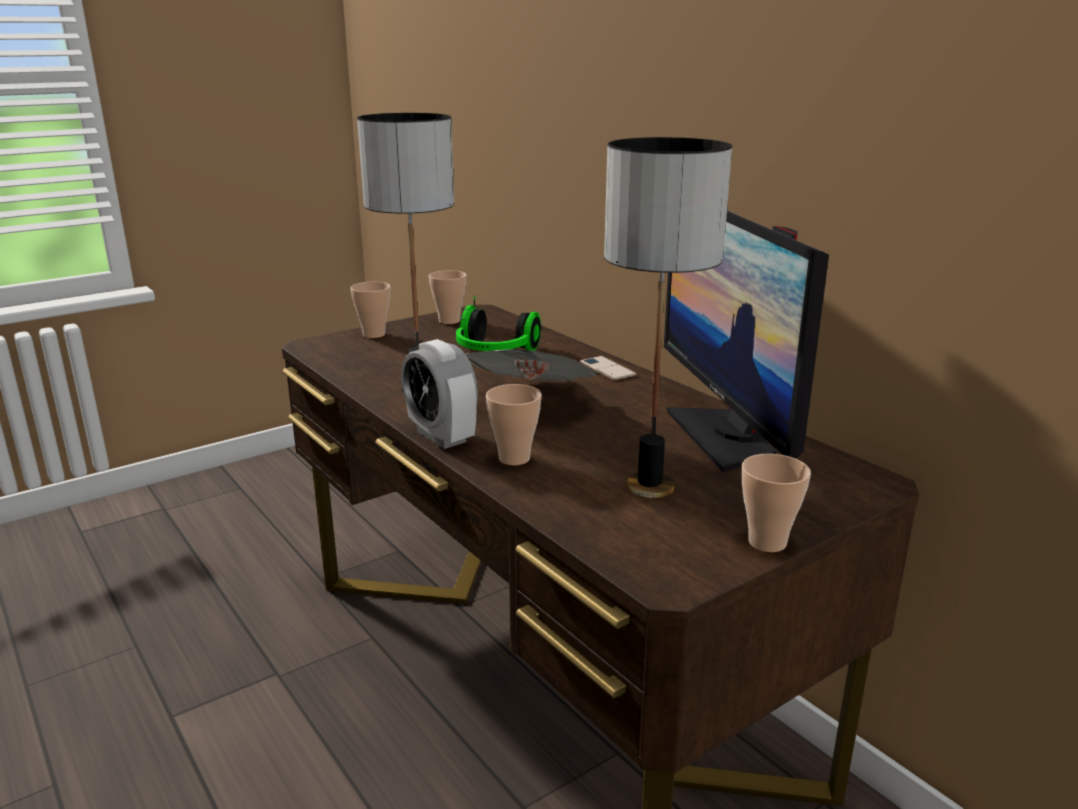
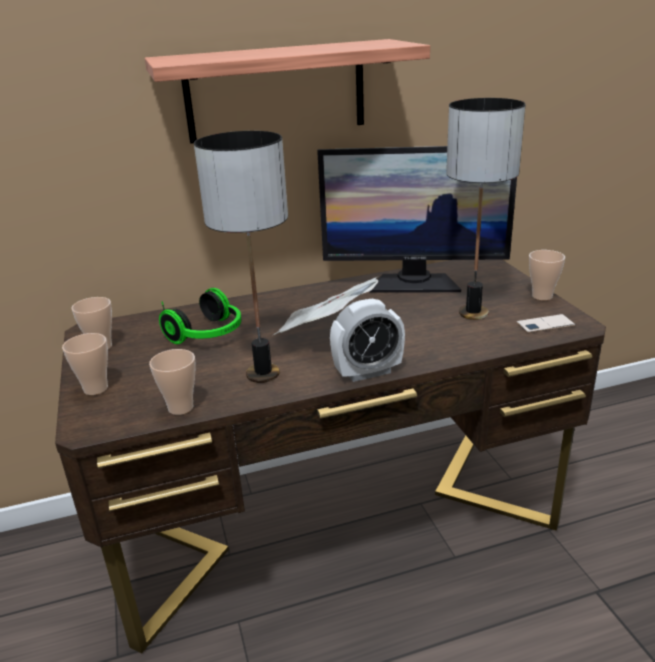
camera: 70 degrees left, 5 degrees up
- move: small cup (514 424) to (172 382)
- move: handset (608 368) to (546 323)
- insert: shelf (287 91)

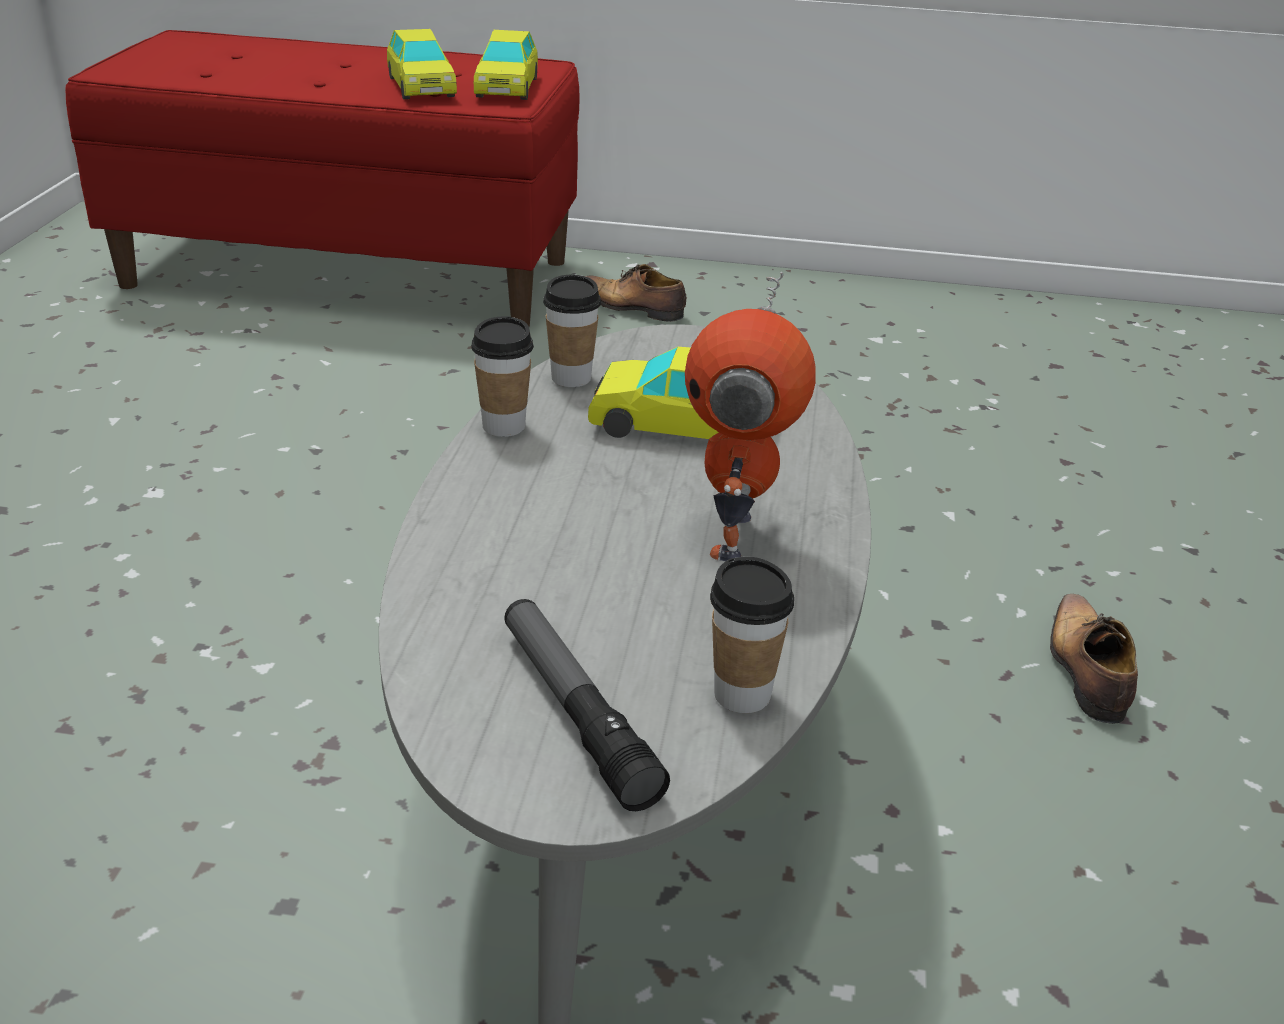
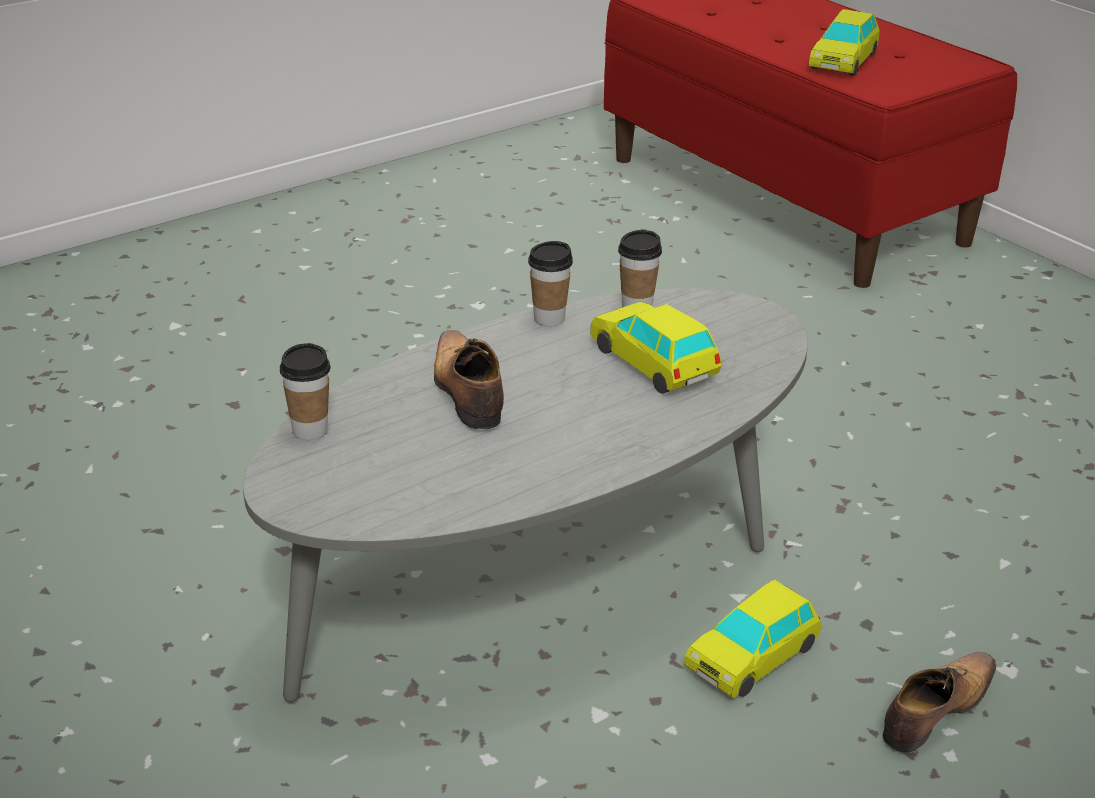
camera: 45 degrees right, 0 degrees up
- move: toy car (506 65) to (753 639)
- delete: hand torch (587 705)
- move: shoe (635 293) to (469 379)
- delete: toy robot (750 416)
- move: small cup (752 635) to (305 391)

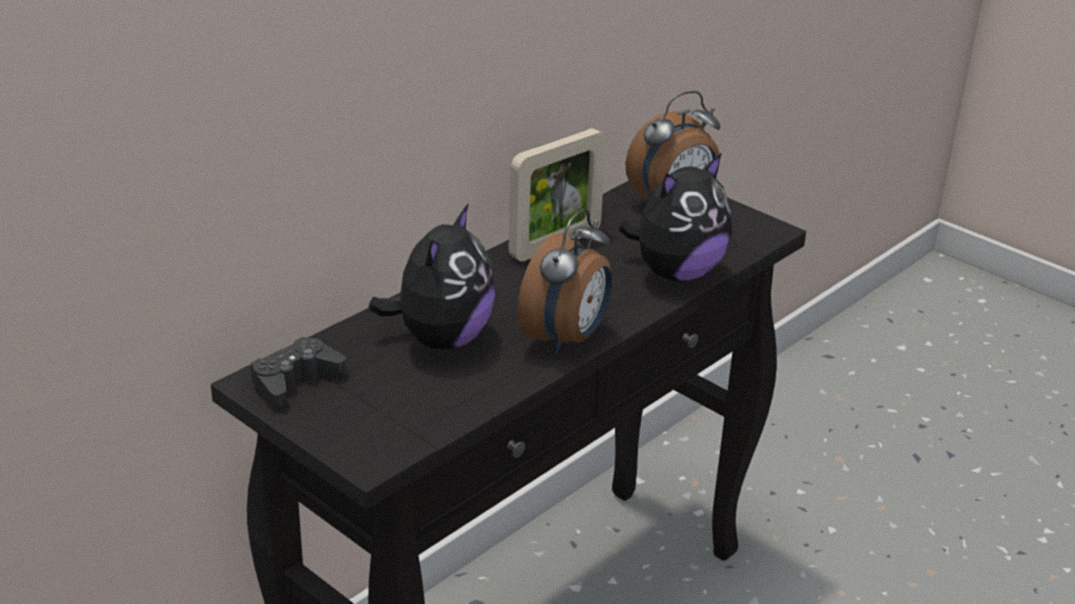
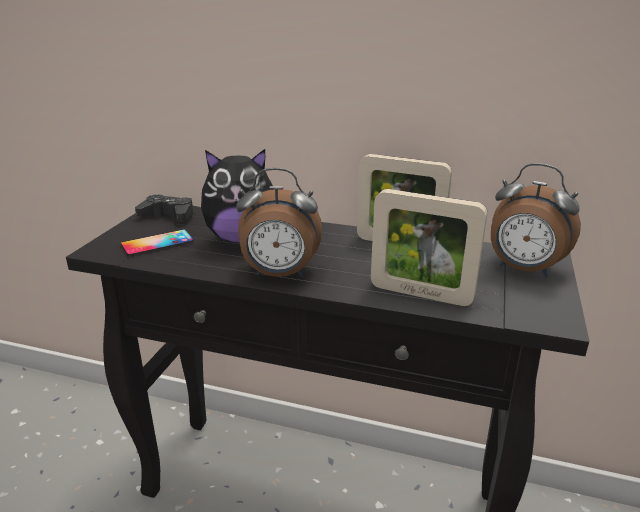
camera: 65 degrees right, 5 degrees down
- replace: plush toy (675 217) to photo frame (429 247)
- insert: handset (157 242)

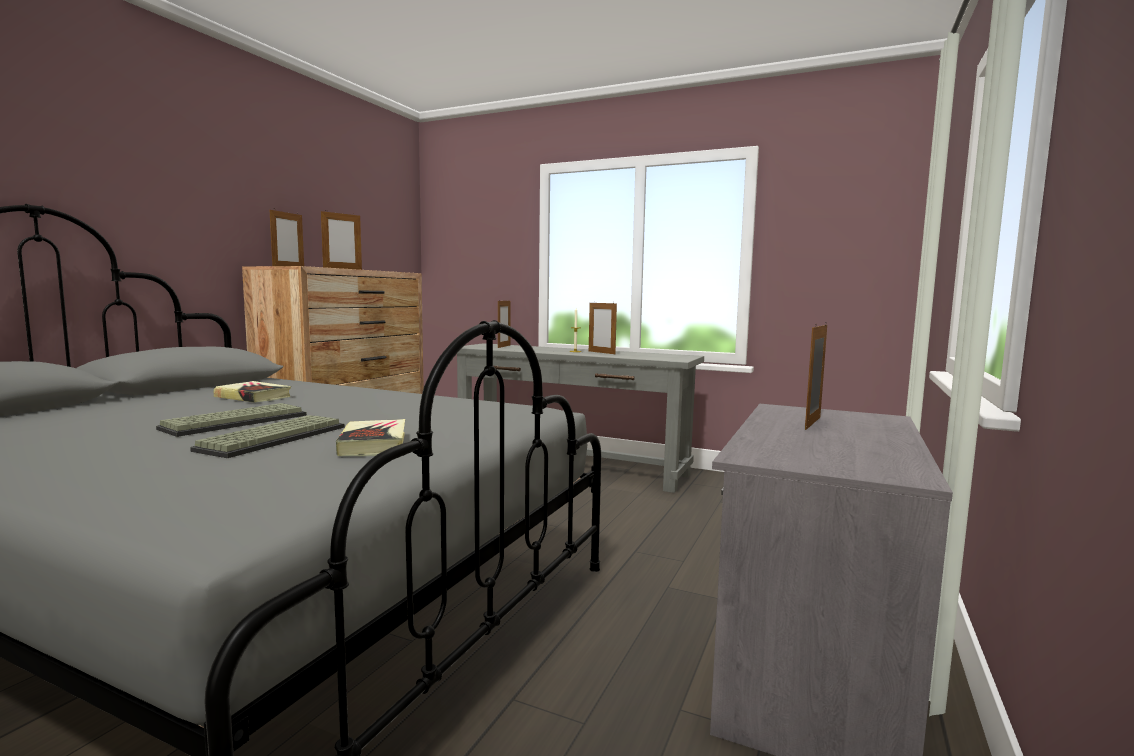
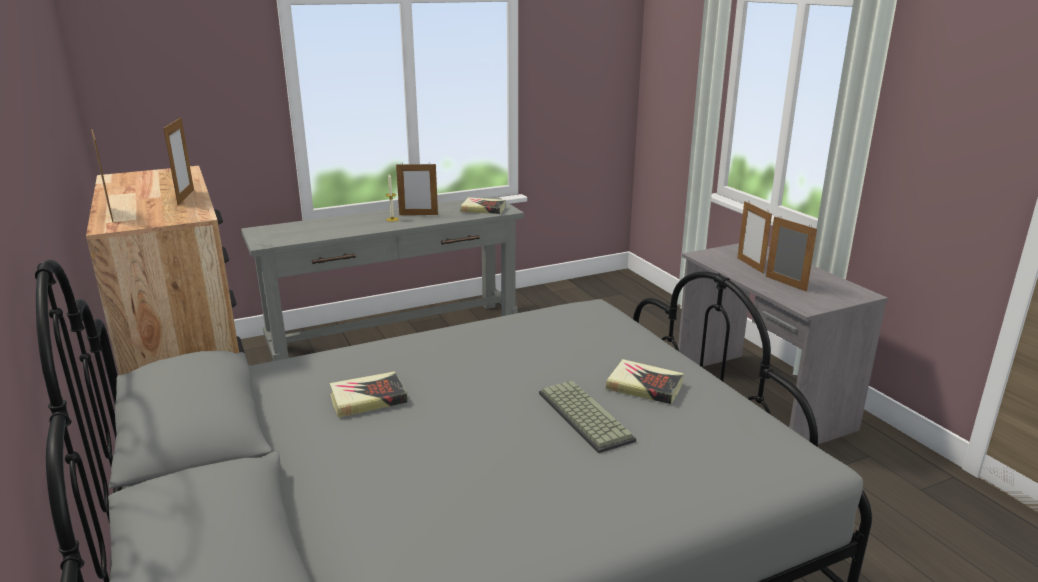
camera: 50 degrees left, 15 degrees up
- delete: keyboard (231 420)
- move: photo frame (504 324) to (791 254)
- insert: volume (483 205)

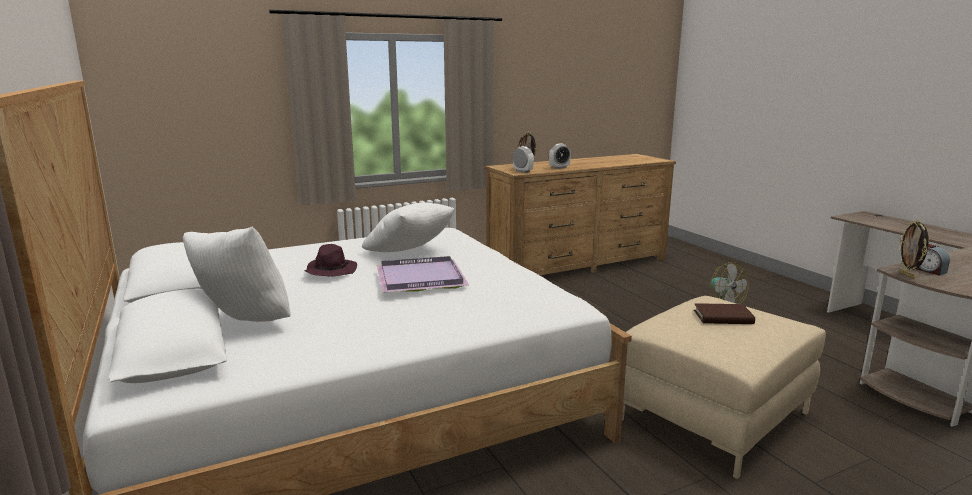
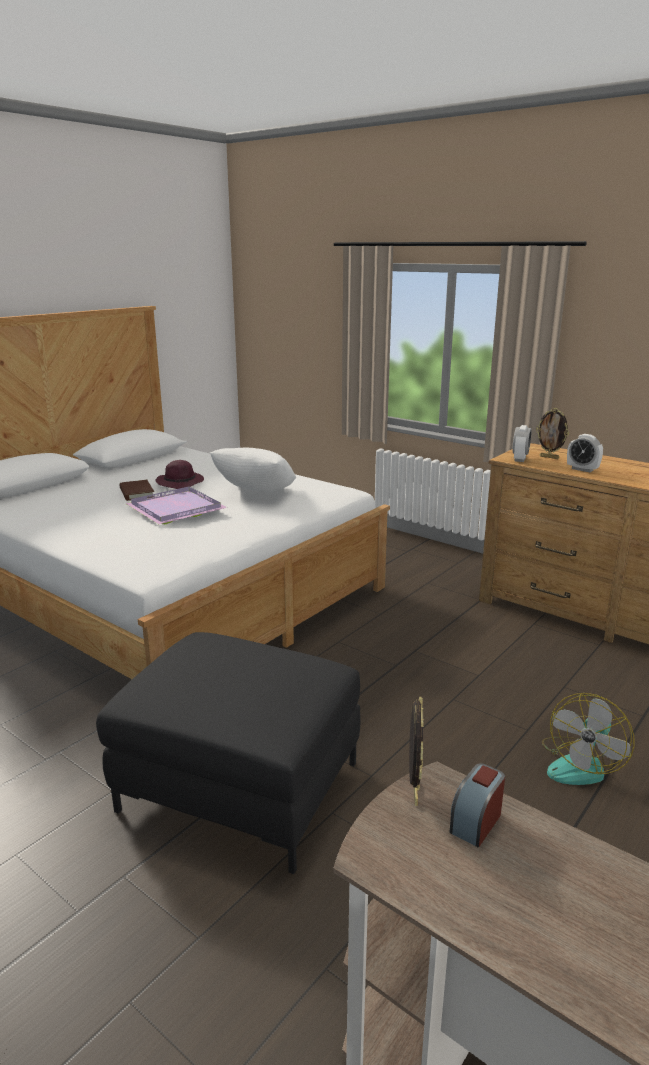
camera: 65 degrees right, 5 degrees up
- delete: pillow (white-coloured) (237 274)
- recolor: ottoman (sand-coloured) (724 387) to ottoman (black-coloured) (228 753)
- move: volume (brown-coloured) (724 313) to (136 490)
- rotate: photo frame (914 249) = (416 751) 120 degrees clockwise

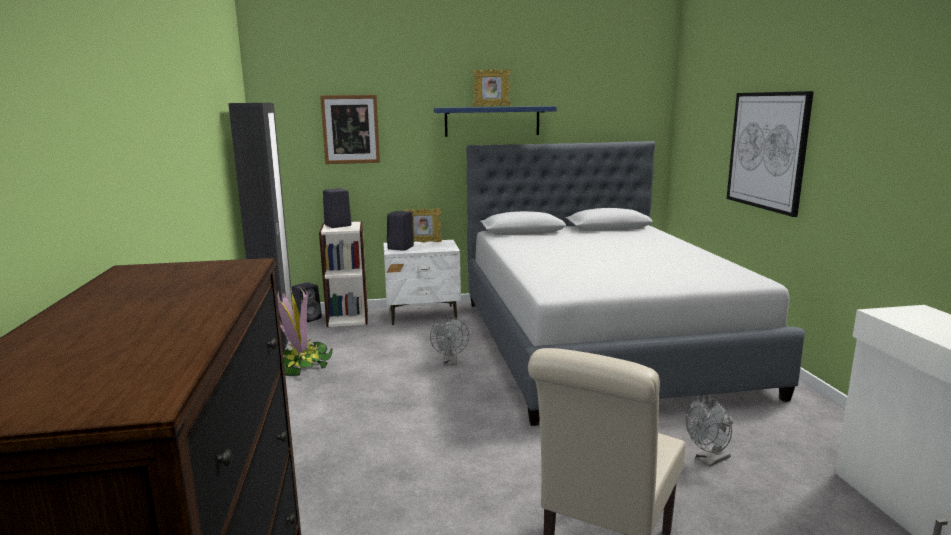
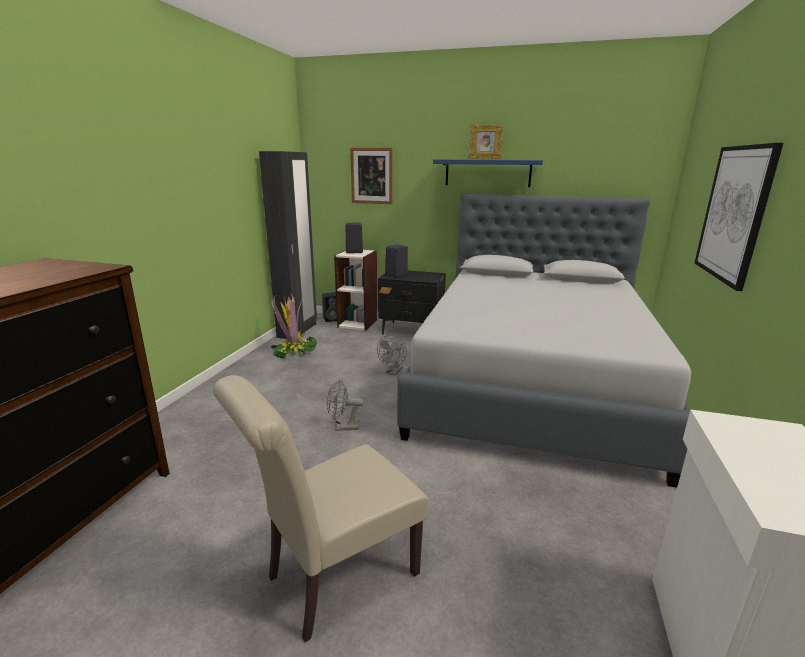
camera: 25 degrees right, 5 degrees up
- recolor: bedside table (white-coloured) (422 282) to bedside table (black-coloured) (412 303)
- delete: photo frame (423 225)
- move: fan (gray) (709 431) to (345 405)

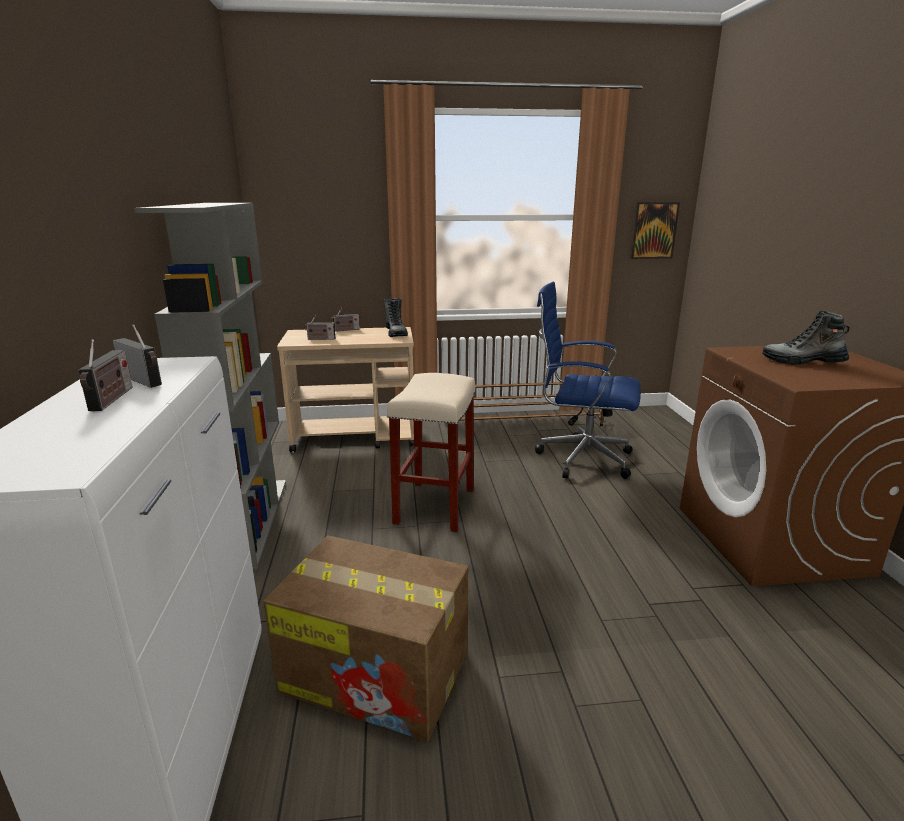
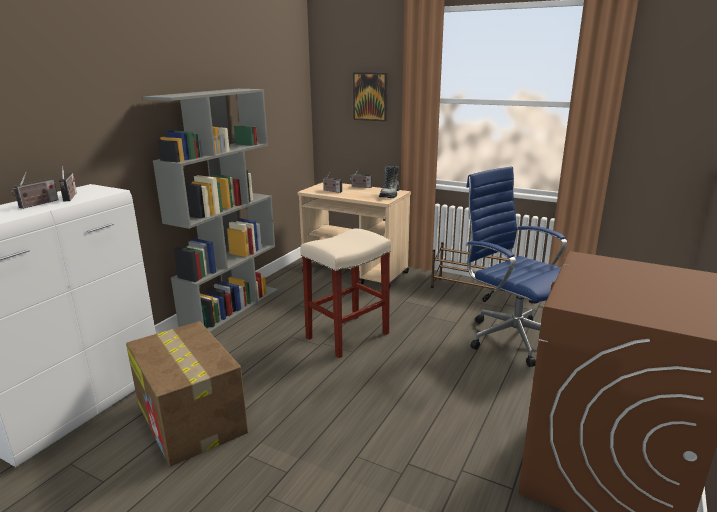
camera: 35 degrees right, 0 degrees up
- move: picture (655 230) to (370 97)
- delete: boot (806 337)

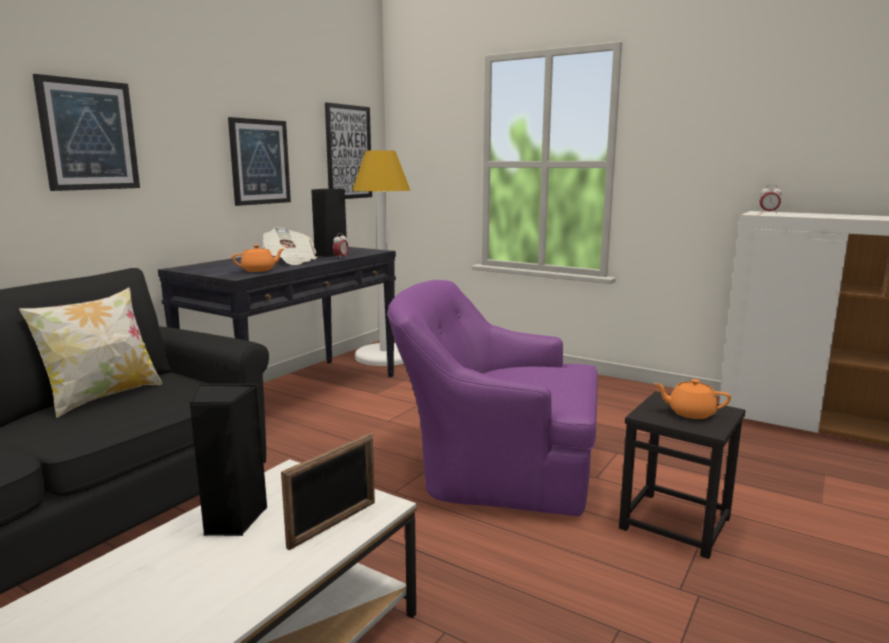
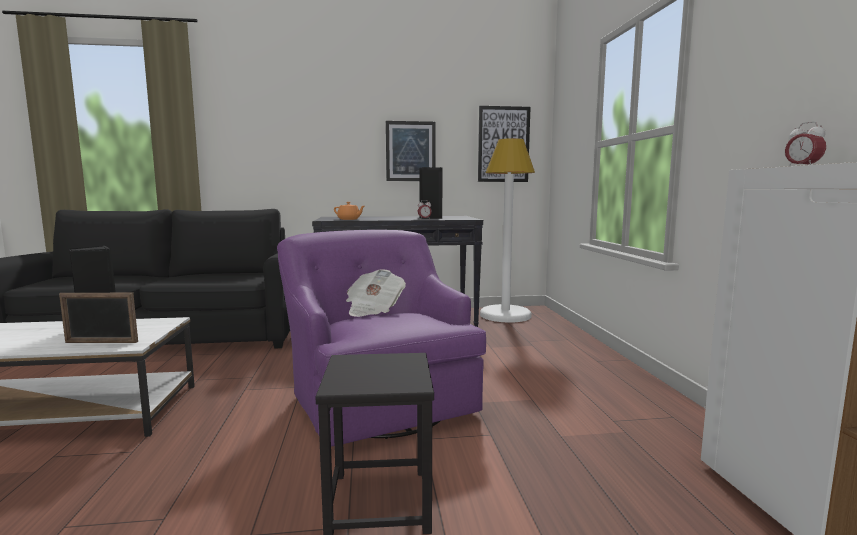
camera: 50 degrees right, 5 degrees down
- delete: pillow (90 353)
- delete: picture (86 132)
- move: newspaper (290 246) to (376 293)
- delete: tea pot (orange) (692 399)

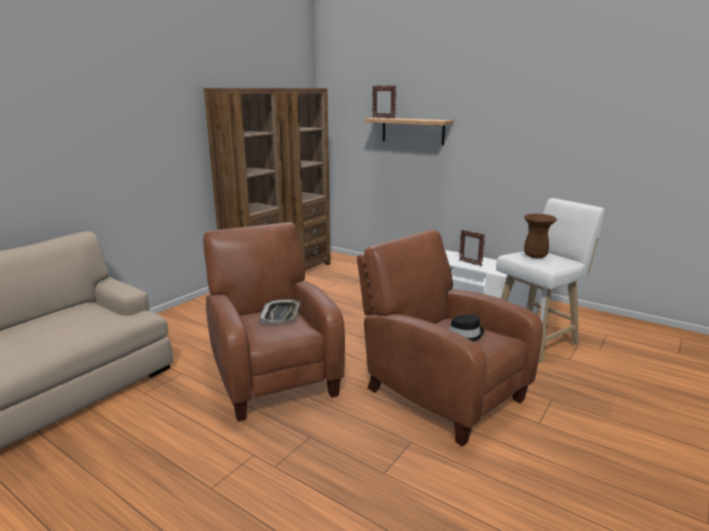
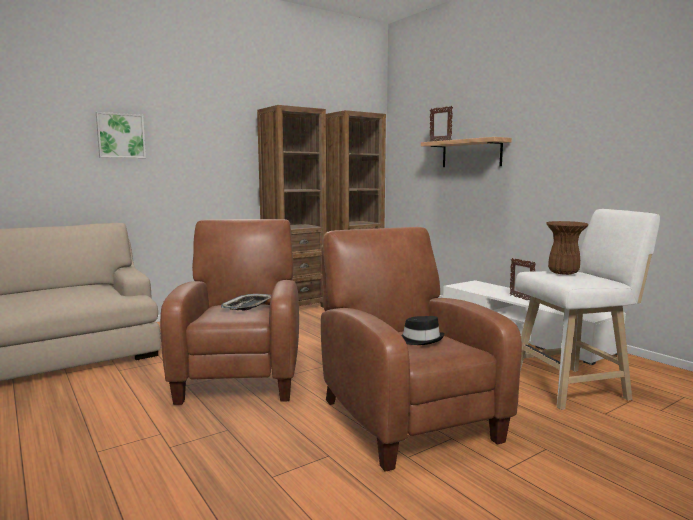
camera: 20 degrees right, 10 degrees down
- insert: picture (121 135)

